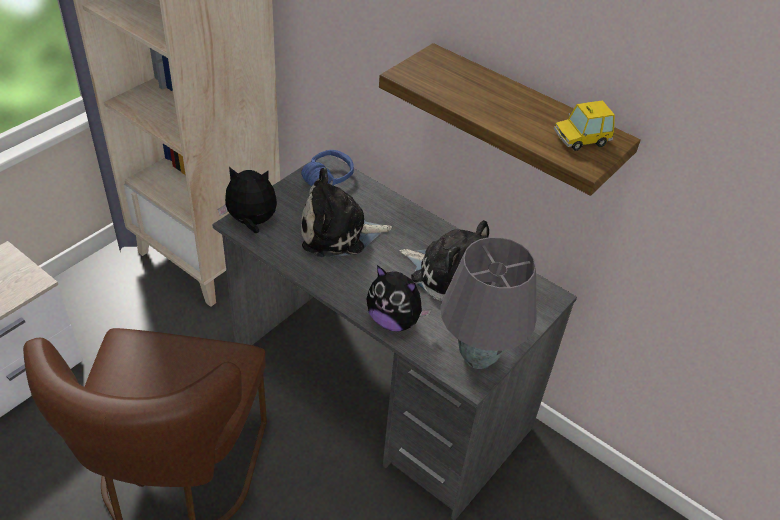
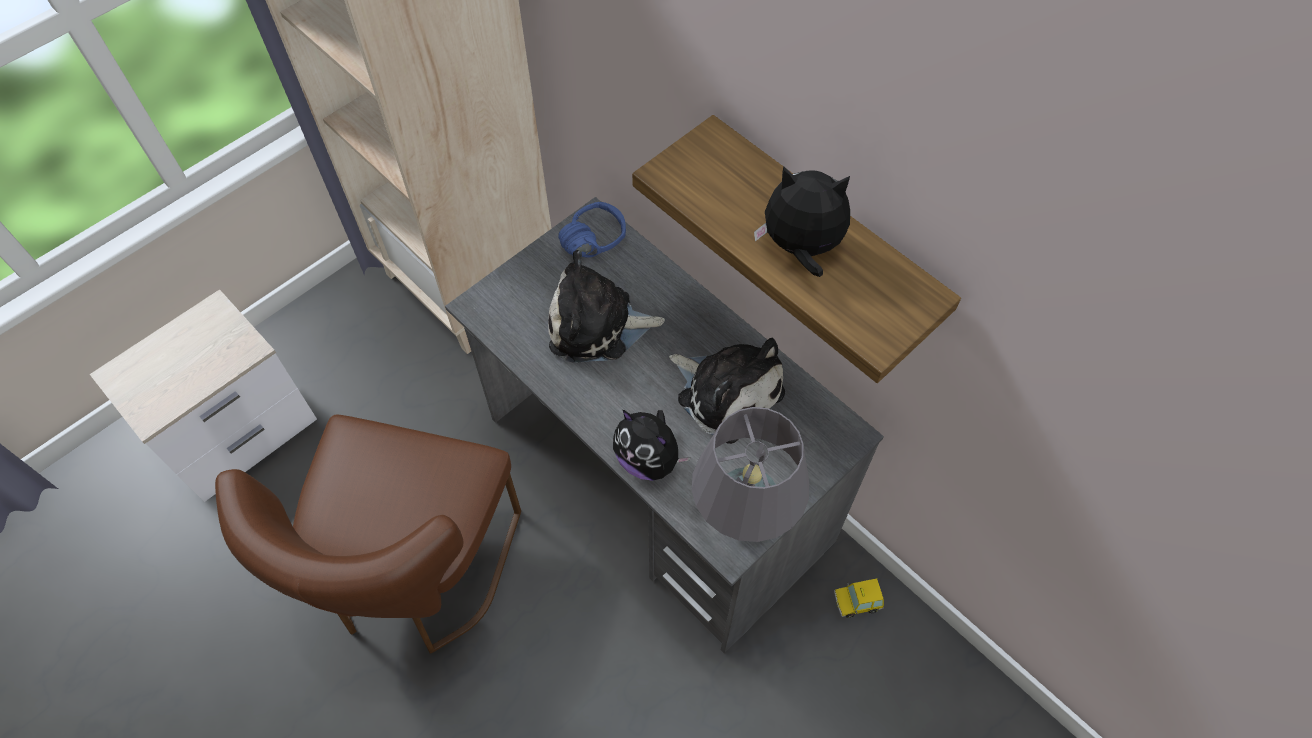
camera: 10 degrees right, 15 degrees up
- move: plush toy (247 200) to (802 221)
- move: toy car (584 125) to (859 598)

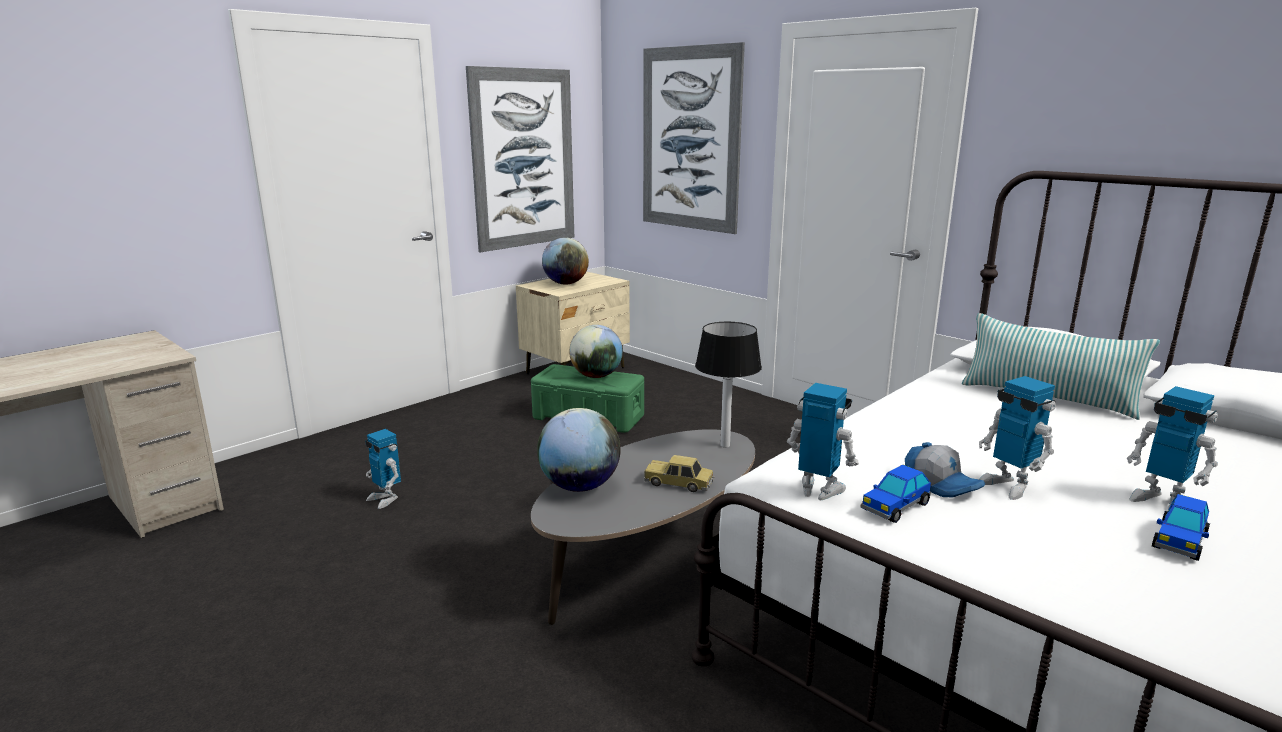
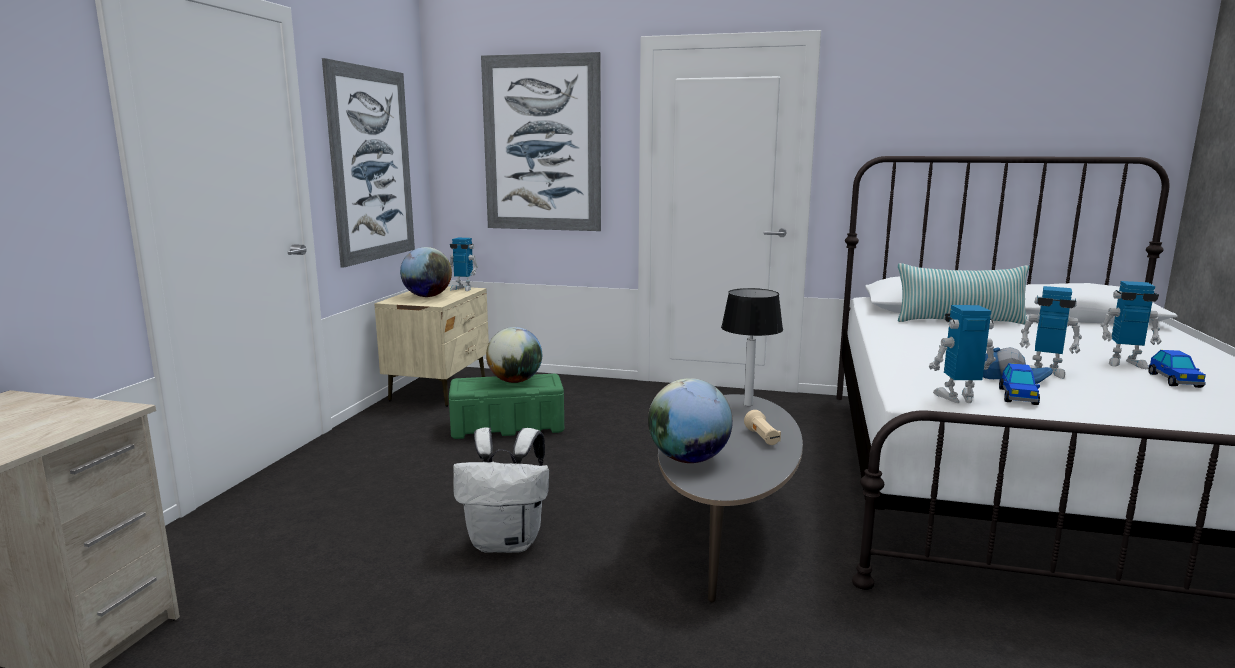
camera: 30 degrees left, 5 degrees down
- move: toy robot (383 469) to (464 264)
- replace: toy car (679 473) to hand torch (sand-coloured) (762 427)
- insert: knapsack (white-coloured) (501 490)

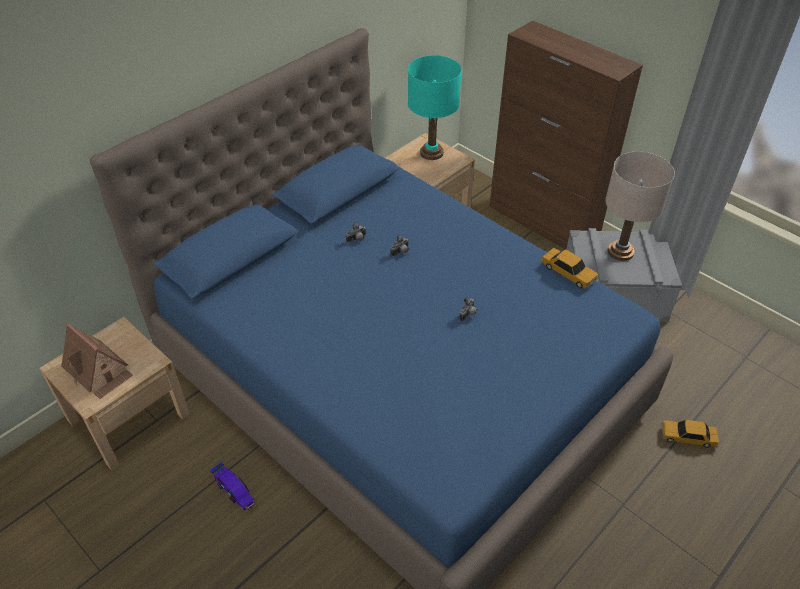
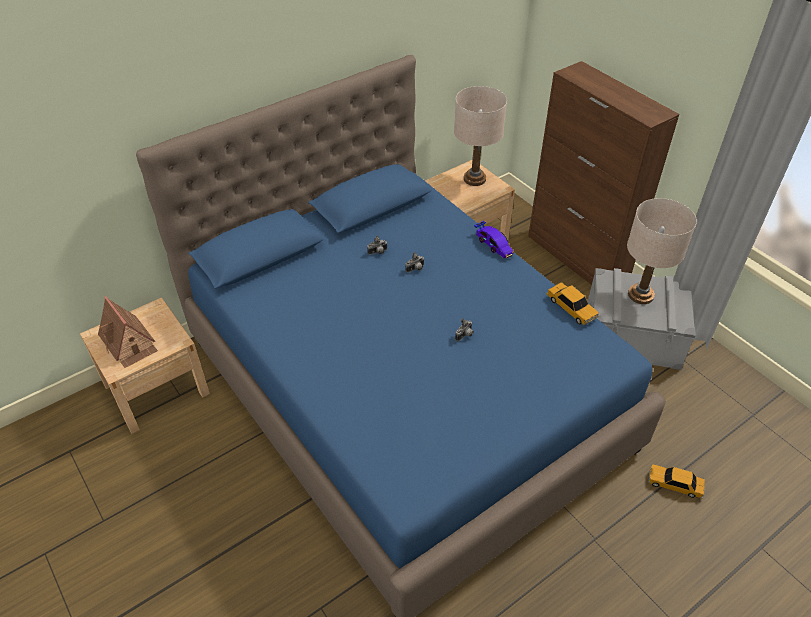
camera: 10 degrees right, 0 degrees up
- move: toy car (232 486) to (494 239)
- recolor: tabletop lamp (blue-green) (435 107) to tabletop lamp (sand-coloured) (480 136)

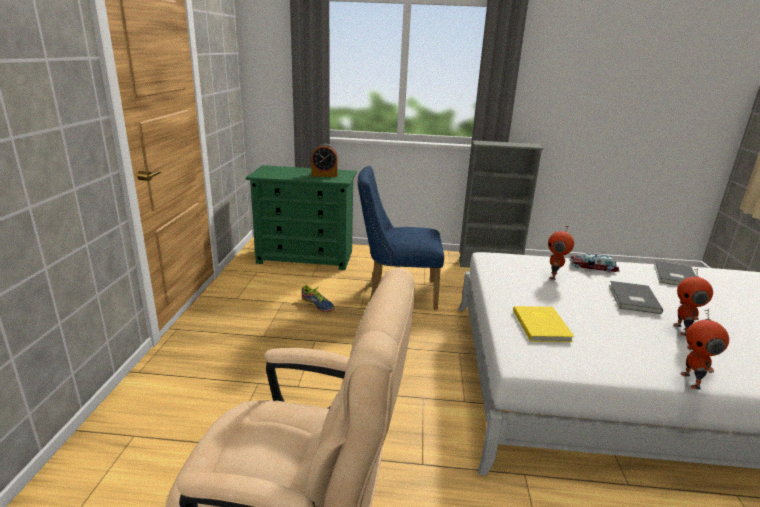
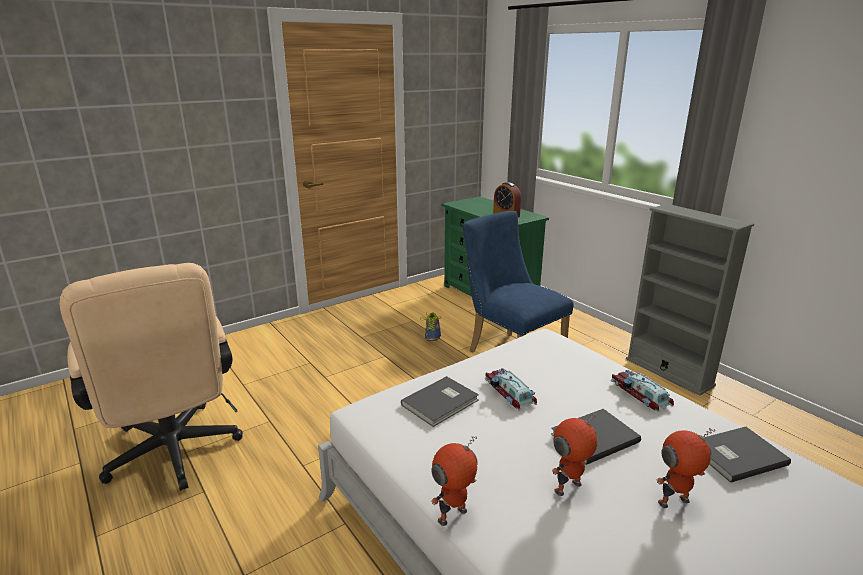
camera: 50 degrees right, 0 degrees up
- recolor: volume (yellow) (544 324) to volume (gray) (440 401)
- move: toy robot (561 252) to (686 468)
- insert: toy car (511 389)

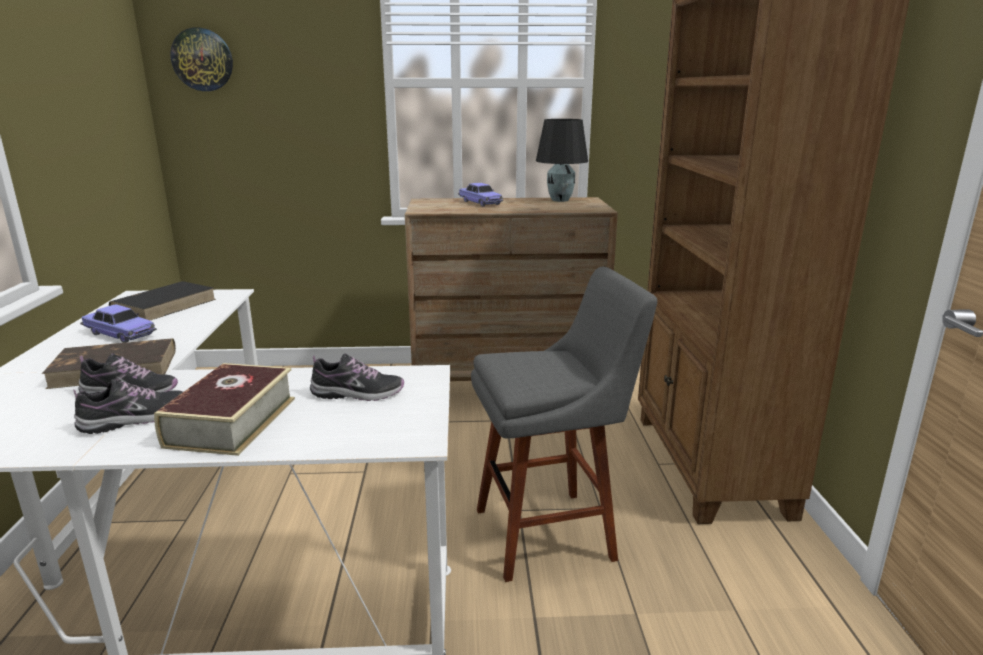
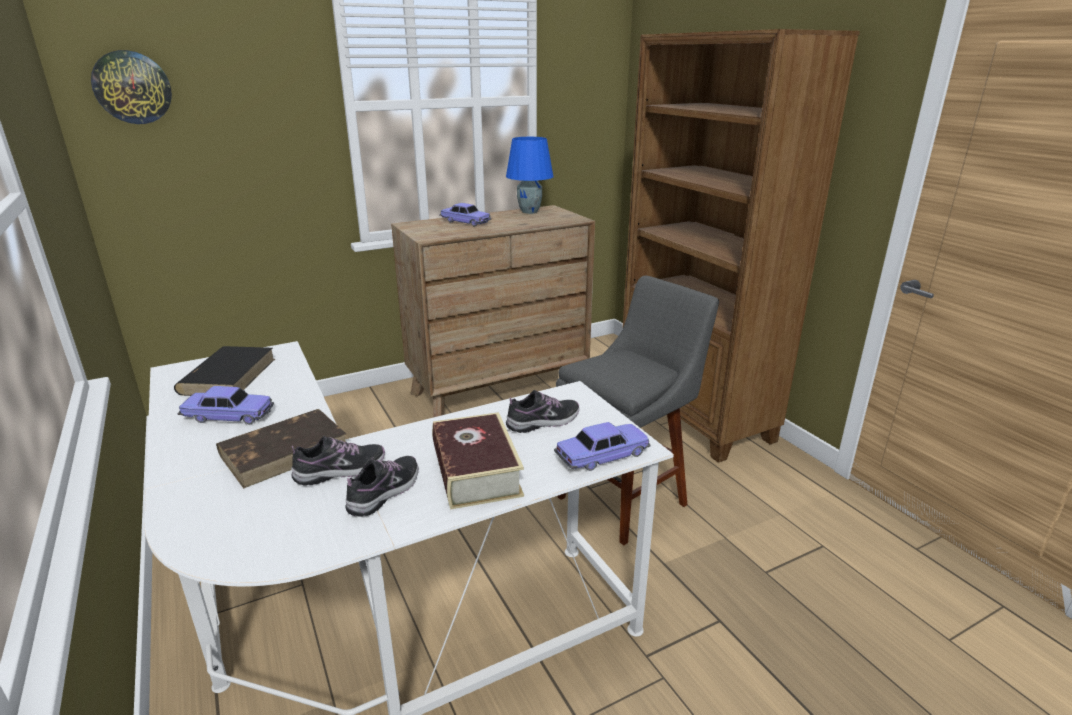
camera: 25 degrees left, 5 degrees up
- recolor: tabletop lamp (black-coloured) (562 160) to tabletop lamp (bluish) (529 175)
- insert: toy car (602 446)

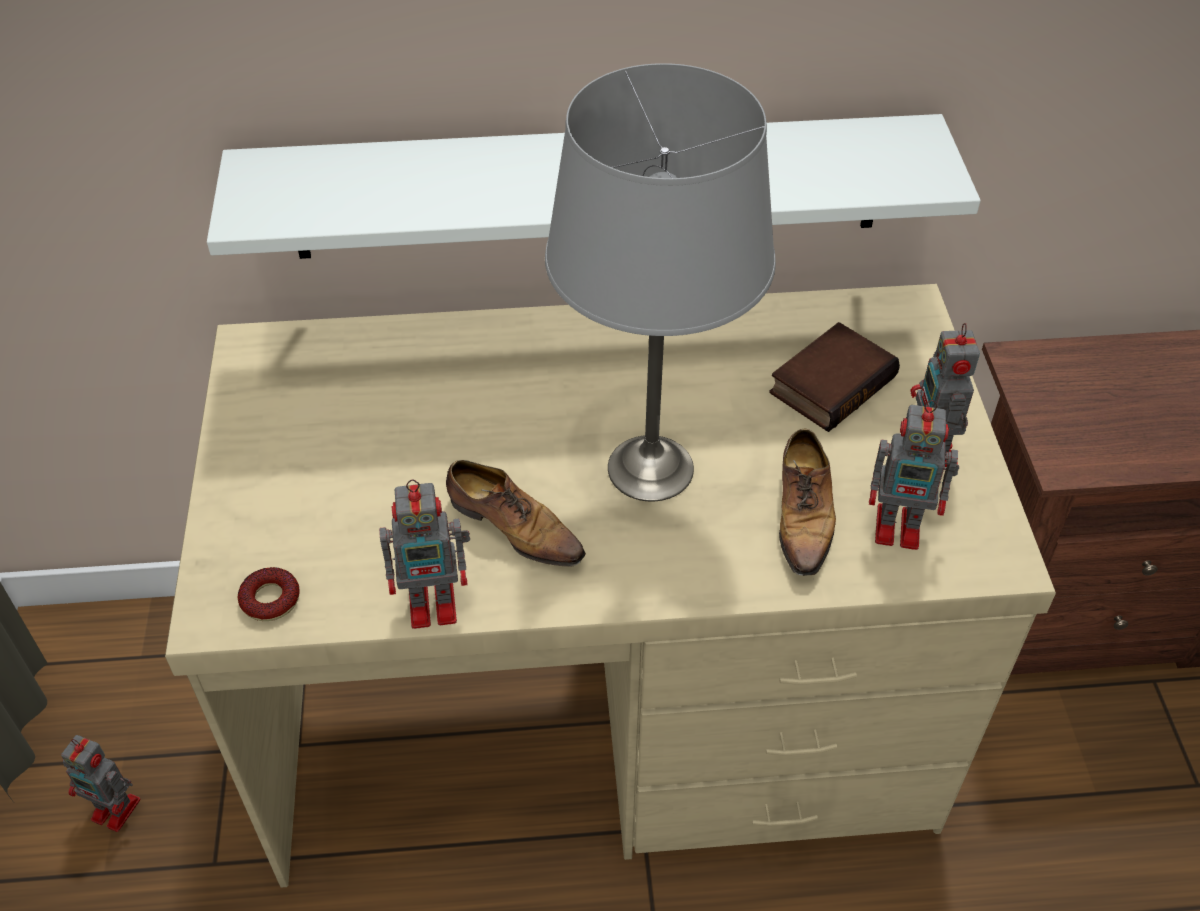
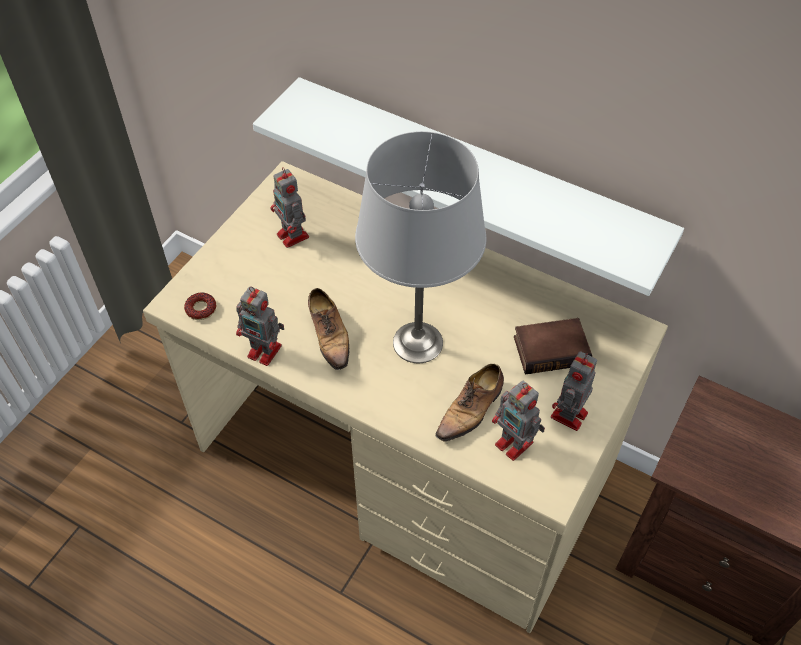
camera: 35 degrees right, 5 degrees up
- move: toy robot (101 783) to (289 207)

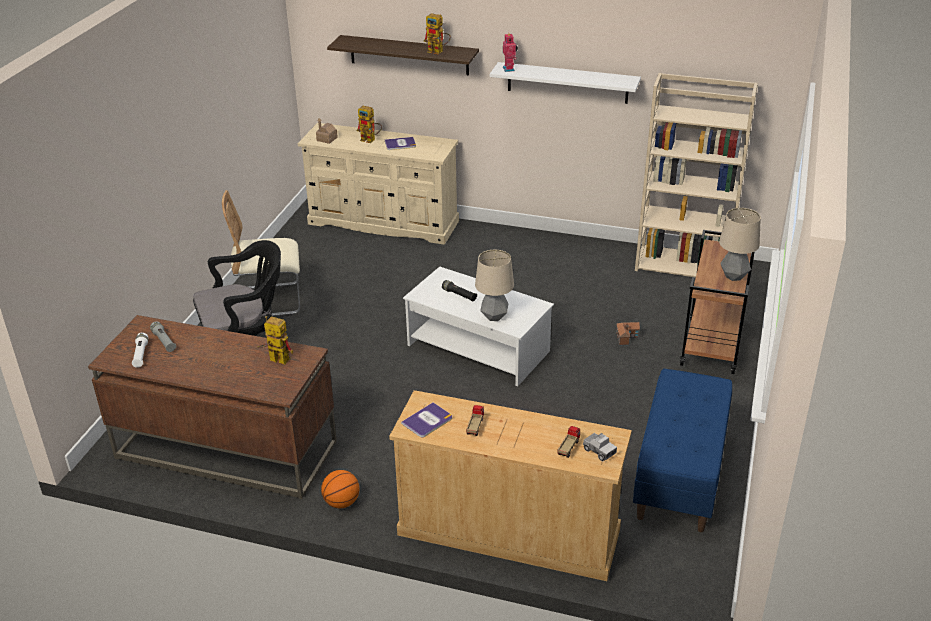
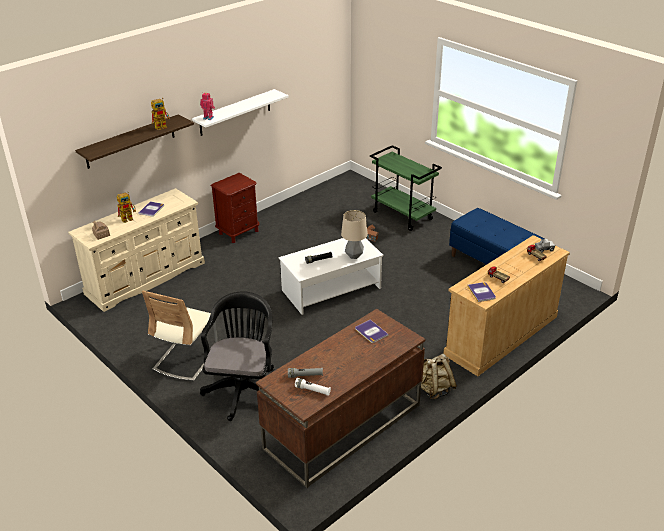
camera: 60 degrees left, 0 degrees up
- replace: toy robot (275 340) to volume (371 331)
- replace: ball for basketball (340 489) to knapsack (sand-coloured) (439 376)
- delete: bookcase (sand-coloured) (696 175)
- recolor: trolley (brown-coloured) (717 302) to trolley (greenish) (406 188)
- delete: tabletop lamp (740 244)
- insert: bedside table (brown-coloured) (235 208)

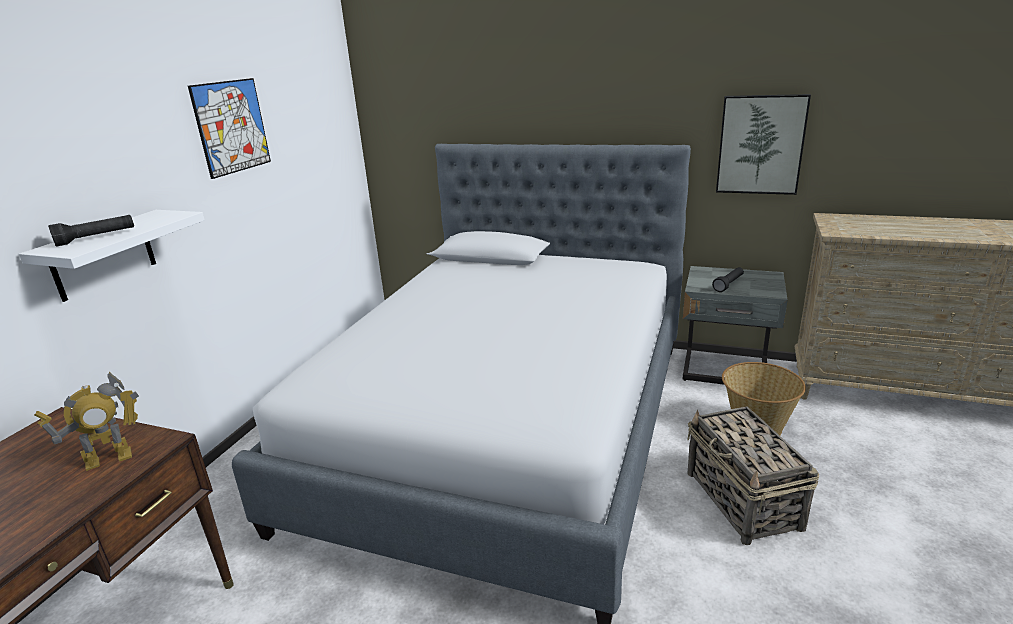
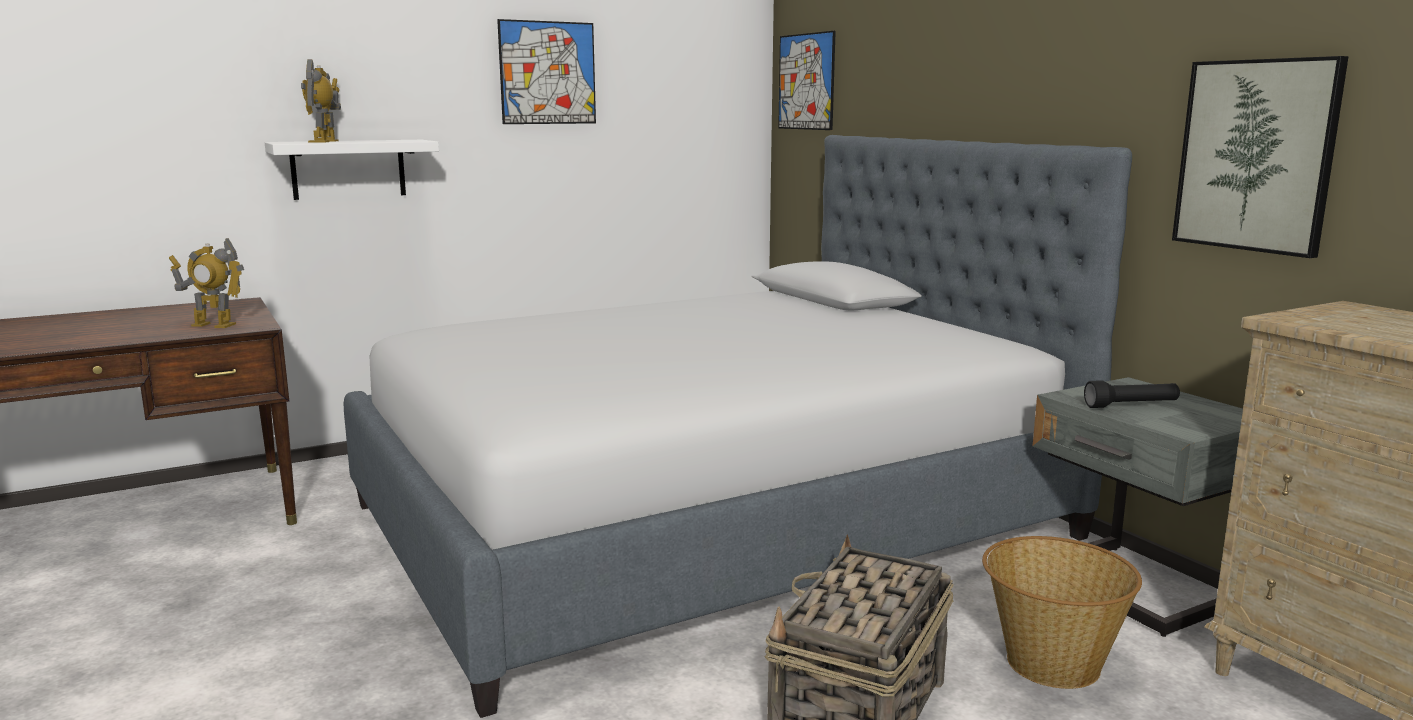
camera: 40 degrees right, 10 degrees down
- replace: hand torch (black-coloured) (91 231) to toy robot (321 100)
- insert: picture (807 80)

